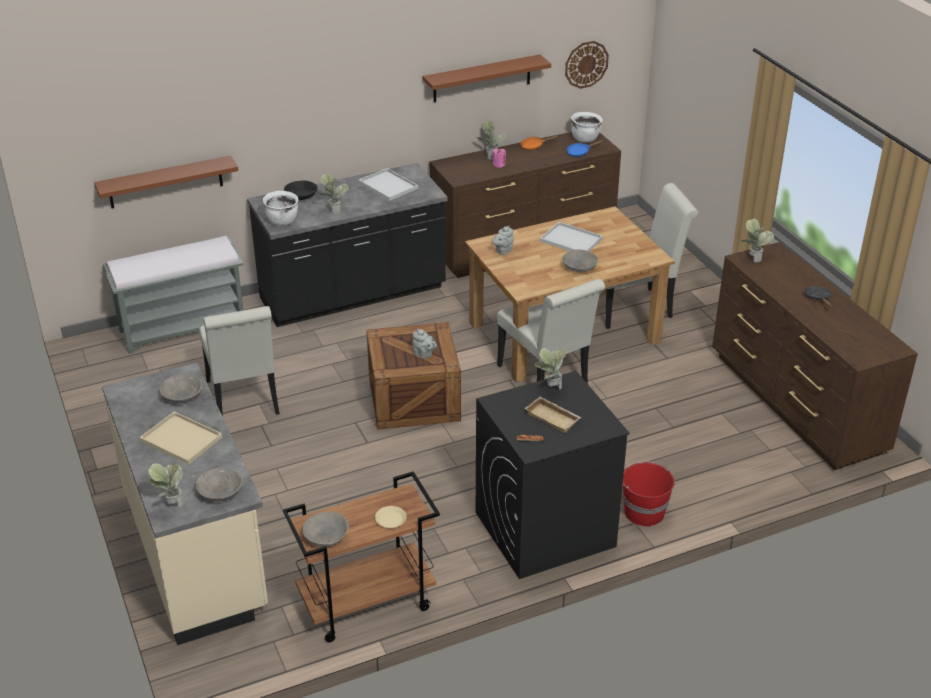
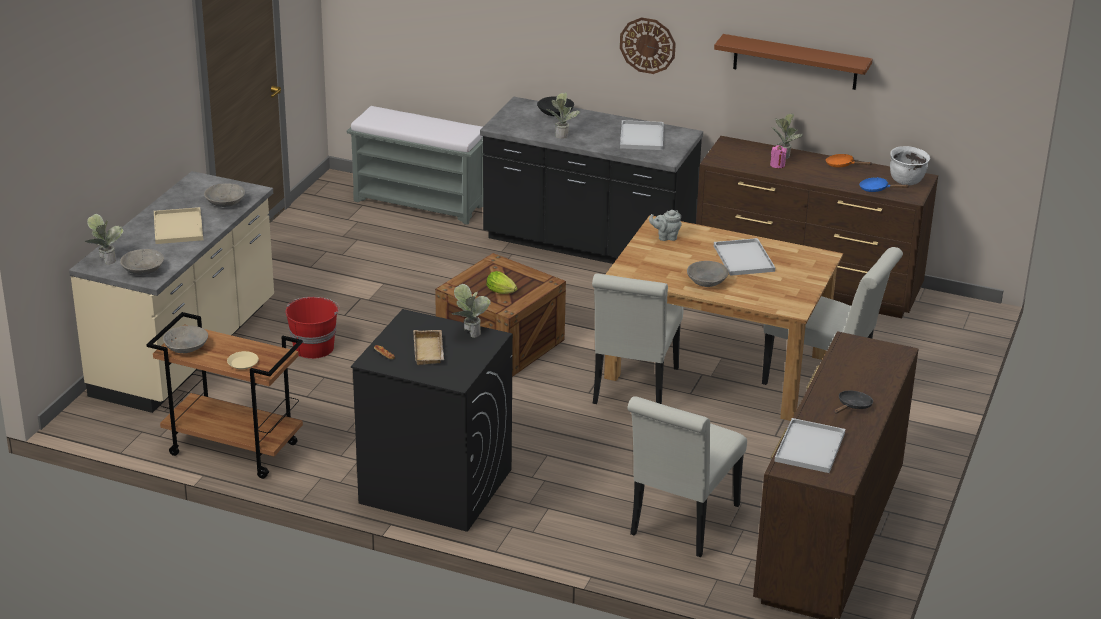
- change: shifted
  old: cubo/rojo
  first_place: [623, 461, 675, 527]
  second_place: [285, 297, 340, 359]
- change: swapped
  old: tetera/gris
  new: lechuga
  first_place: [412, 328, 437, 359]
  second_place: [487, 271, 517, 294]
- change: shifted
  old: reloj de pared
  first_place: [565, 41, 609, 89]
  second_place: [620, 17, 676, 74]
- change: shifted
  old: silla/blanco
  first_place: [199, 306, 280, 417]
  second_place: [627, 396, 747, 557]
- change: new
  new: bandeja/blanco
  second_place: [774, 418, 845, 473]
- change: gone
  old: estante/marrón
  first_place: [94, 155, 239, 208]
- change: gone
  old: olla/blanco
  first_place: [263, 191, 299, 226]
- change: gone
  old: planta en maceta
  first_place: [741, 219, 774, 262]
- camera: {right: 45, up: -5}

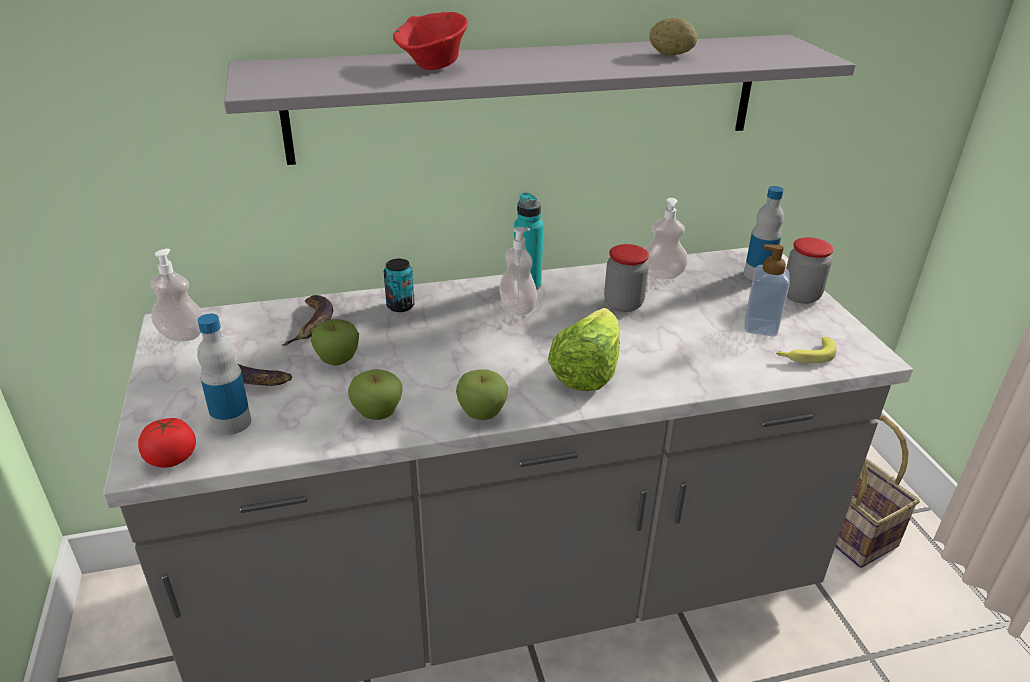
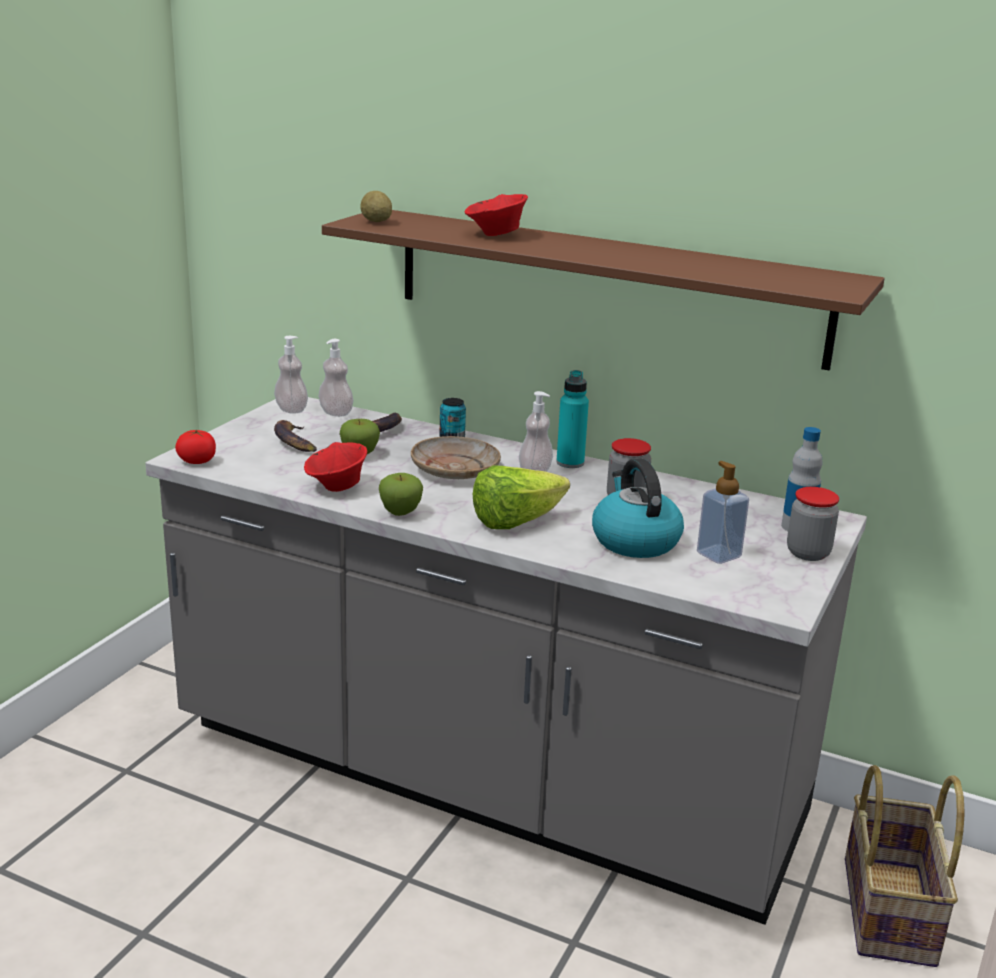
- change: swapped
  old: manzana
  new: cuenco/rojo
  first_place: [348, 369, 403, 420]
  second_place: [304, 442, 367, 492]
- change: shifted
  old: dispensador de jabón
  first_place: [644, 198, 688, 279]
  second_place: [318, 339, 354, 417]
- change: repainted
  old: estante/gris
  new: estante/marrón
  first_place: [224, 35, 855, 165]
  second_place: [322, 210, 885, 371]
- change: shifted
  old: patata
  first_place: [649, 18, 697, 55]
  second_place: [360, 191, 392, 222]
- change: new
  new: plato/beis
  second_place: [411, 436, 501, 479]
- change: new
  new: hervidor
  second_place: [592, 458, 684, 558]
- change: gone
  old: botella
  first_place: [197, 313, 251, 435]
- change: gone
  old: plátano
  first_place: [776, 337, 837, 363]
- camera: {right: 40, up: -10}

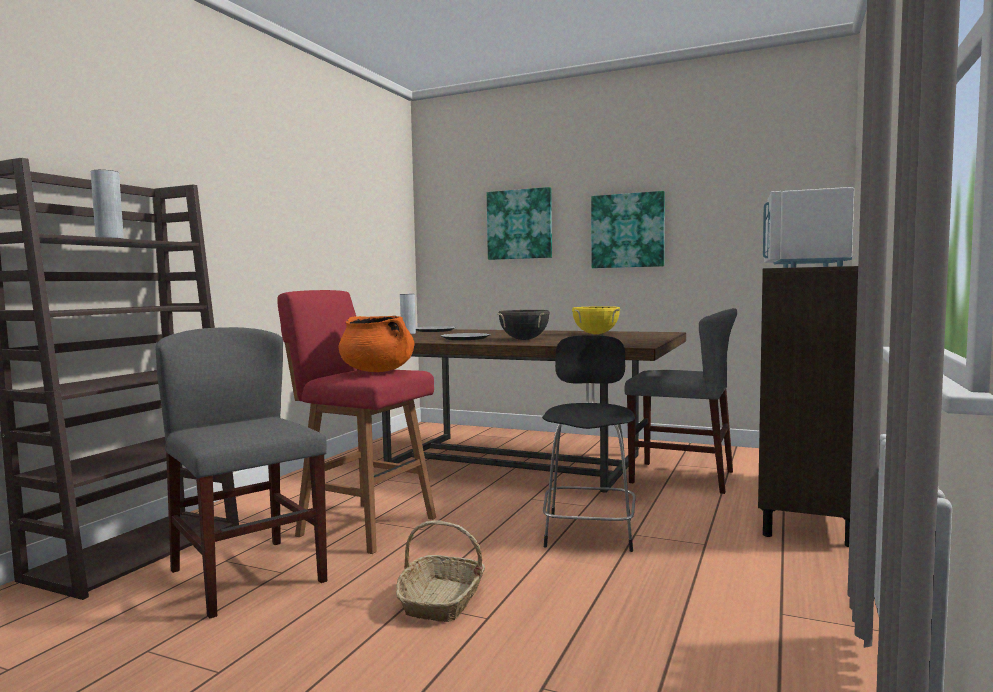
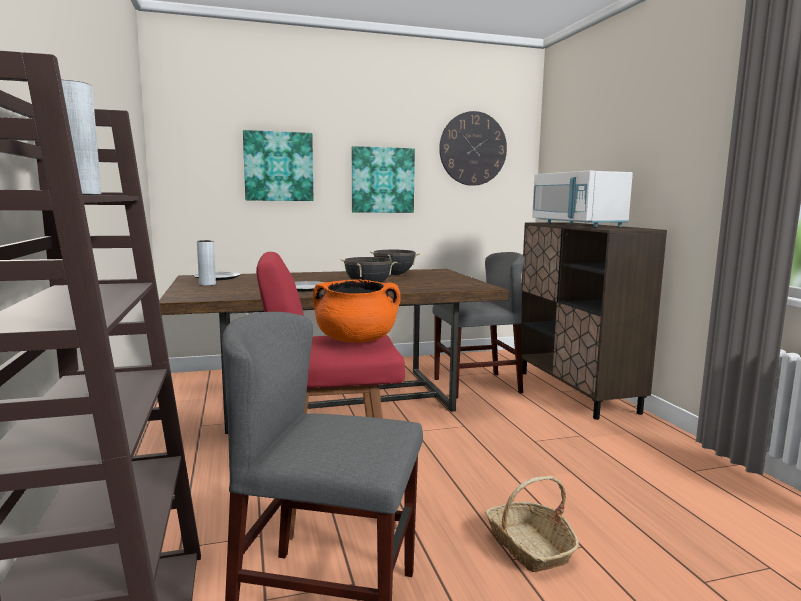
- change: repainted
  old: olla/amarillo
  new: olla/negro
  first_place: [572, 306, 620, 334]
  second_place: [369, 250, 420, 275]
- change: new
  new: reloj de pared
  second_place: [439, 111, 507, 186]
- change: gone
  old: taburete/negro
  first_place: [542, 335, 636, 552]
- camera: {right: -40, up: 5}

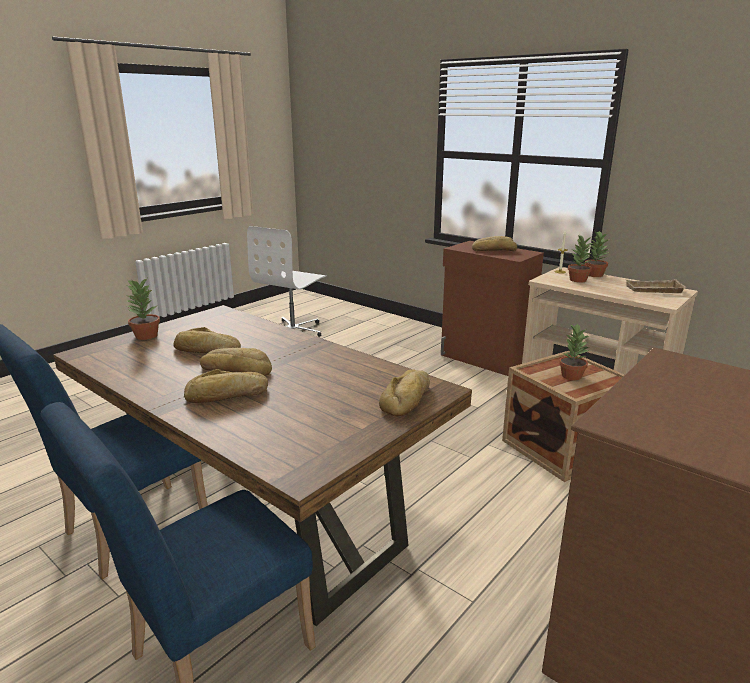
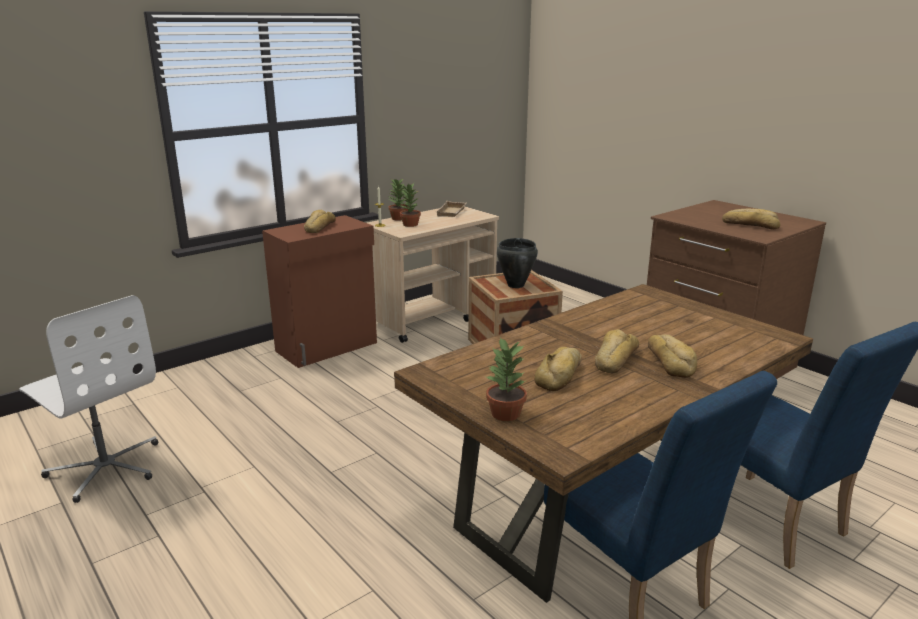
- change: swapped
  old: planta en maceta
  new: olla/negro
  first_place: [559, 323, 589, 380]
  second_place: [497, 238, 538, 288]
- change: shifted
  old: pan
  first_place: [379, 369, 430, 417]
  second_place: [722, 208, 781, 230]
- camera: {right: -80, up: 0}

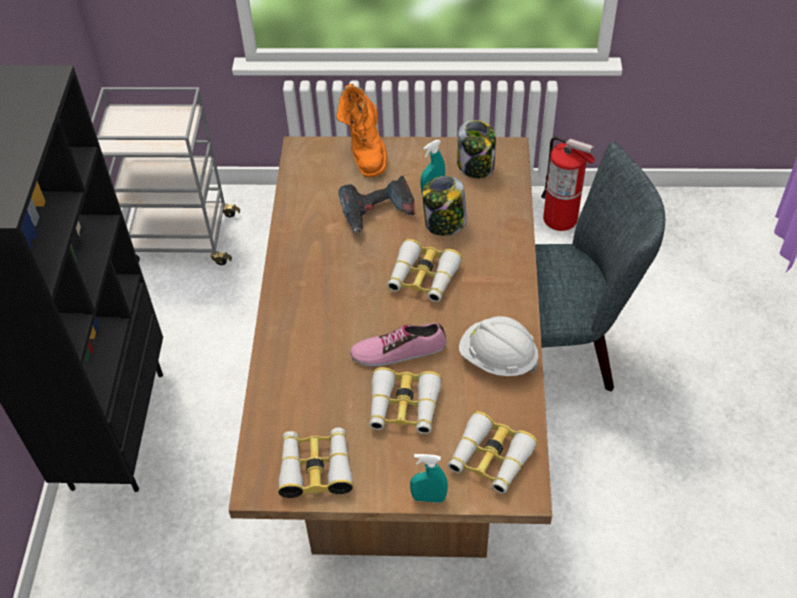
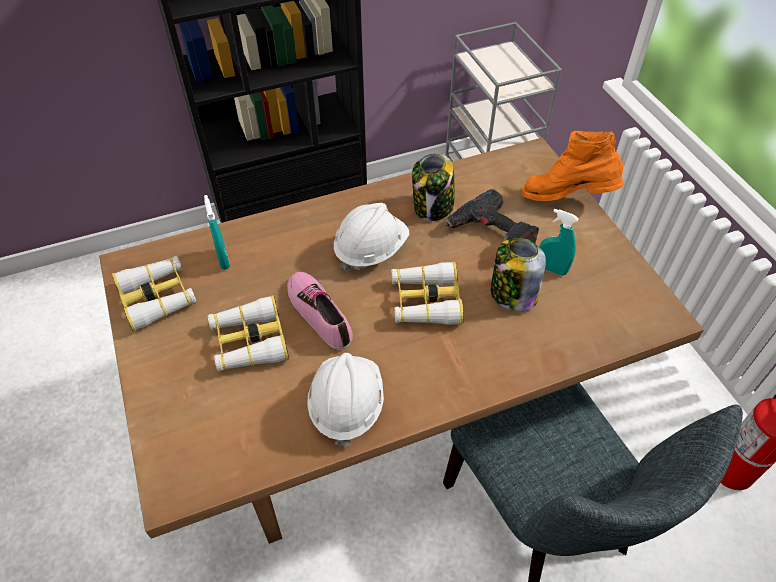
- change: shifted
  old: pulverizador/turquesa
  first_place: [410, 454, 448, 503]
  second_place: [204, 195, 230, 270]
- change: new
  new: casco/blanco
  second_place: [334, 203, 409, 273]
- change: shifted
  old: tarro
  first_place: [457, 120, 496, 178]
  second_place: [412, 153, 455, 221]
- change: rotated
  old: bota/naranja
  first_place: [336, 84, 387, 178]
  second_place: [522, 131, 624, 201]
  degrees: 45
- change: gone
  old: prismáticos
  first_place: [448, 411, 538, 494]
- camera: {right: 65, up: 0}

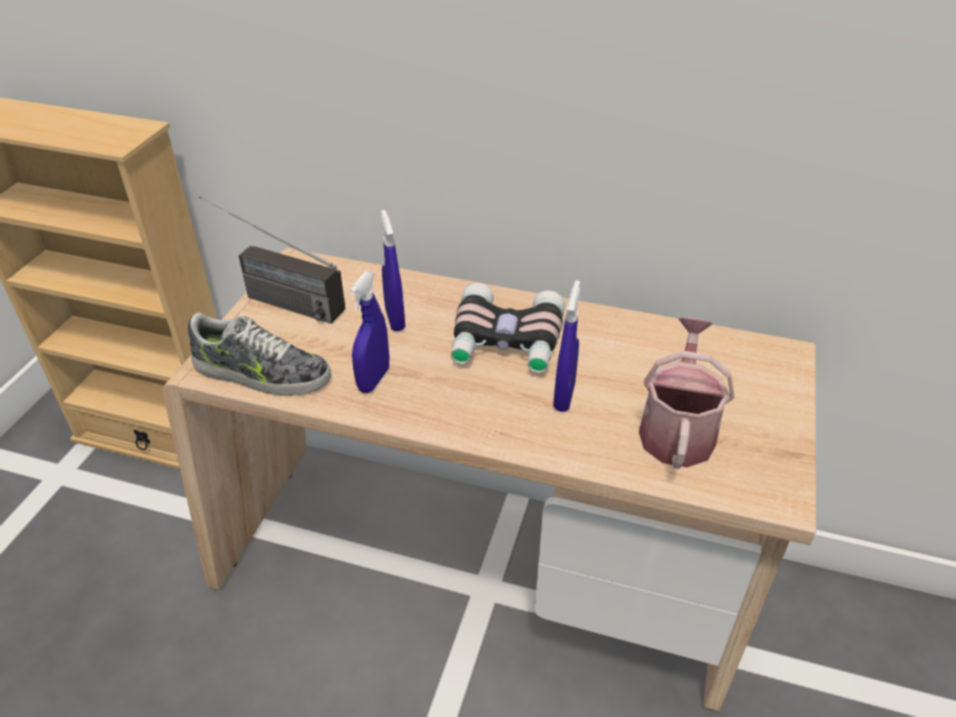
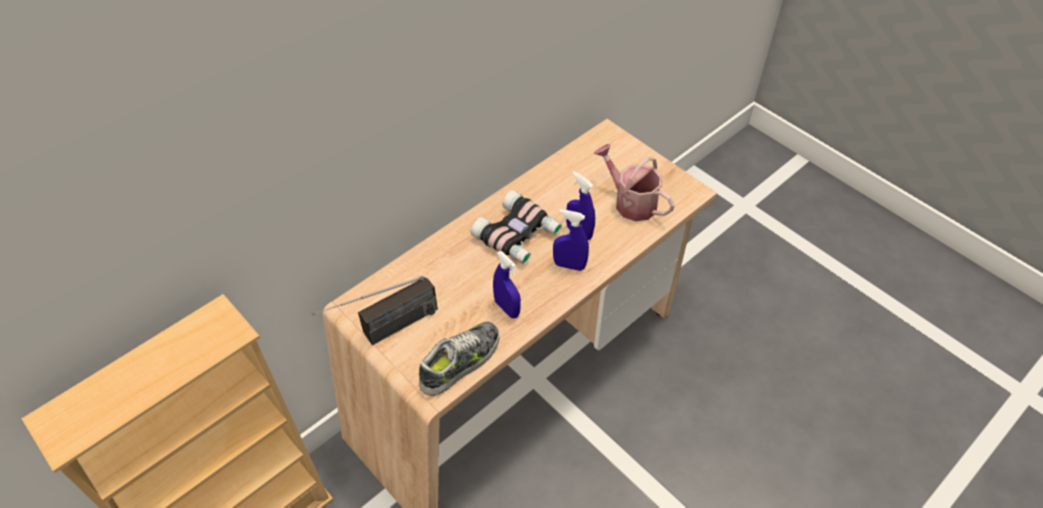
- change: shifted
  old: pulverizador/azul
  first_place: [381, 210, 405, 331]
  second_place: [553, 209, 589, 271]
- camera: {right: -60, up: 10}

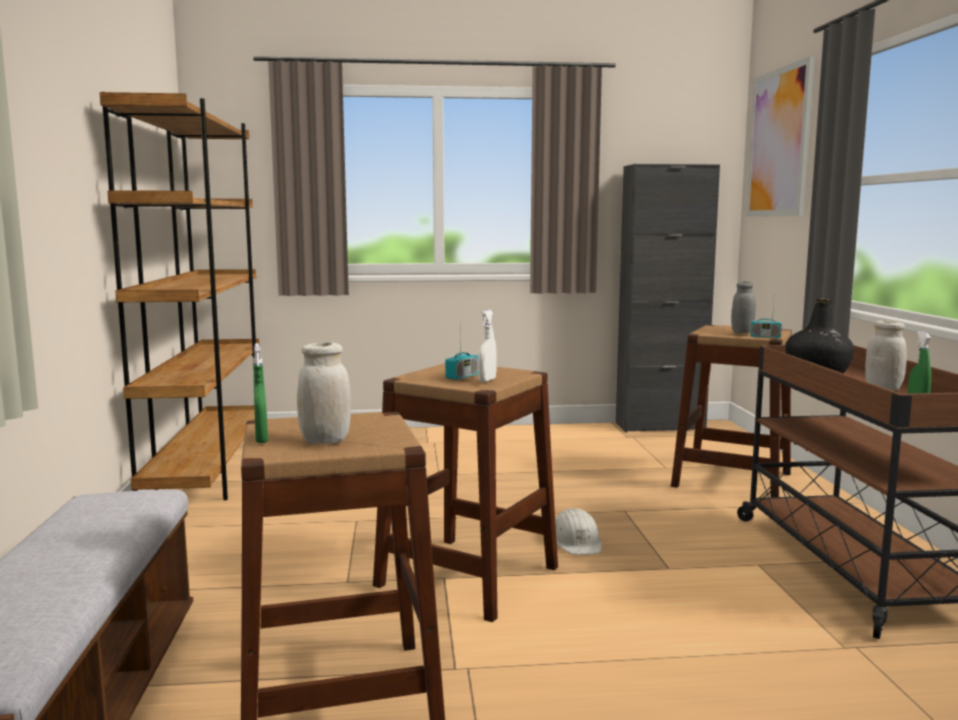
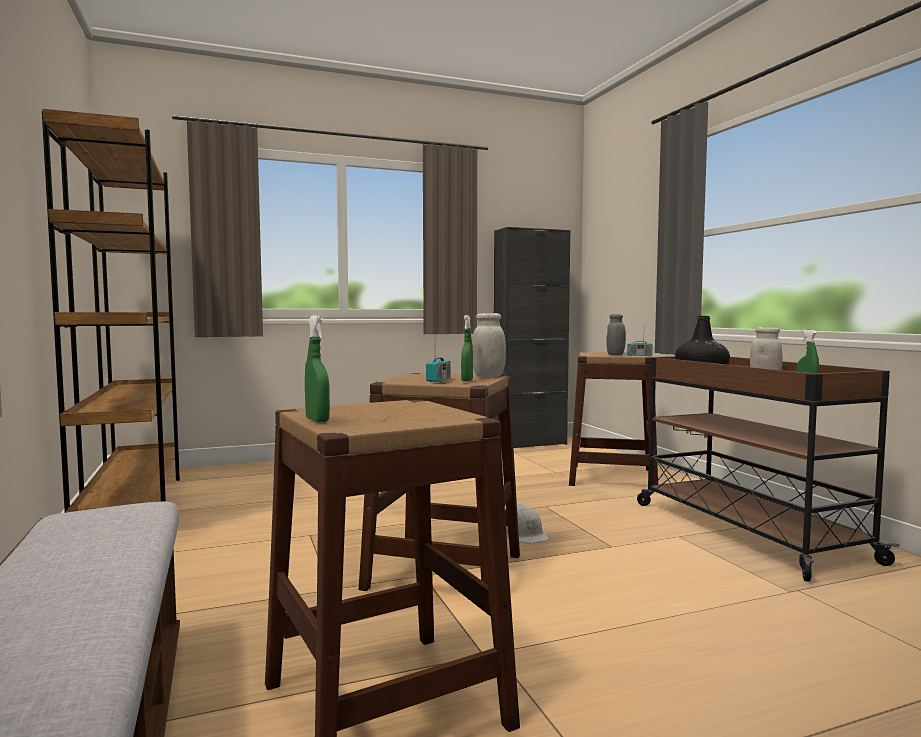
- change: repainted
  old: pulverizador/blanco
  new: pulverizador/verde
  first_place: [478, 310, 497, 382]
  second_place: [461, 315, 473, 381]
- change: shifted
  old: tarro/blanco
  first_place: [297, 342, 351, 444]
  second_place: [472, 313, 506, 377]
- change: gone
  old: cuadro
  first_place: [746, 56, 815, 216]
- camera: {right: -15, up: -5}

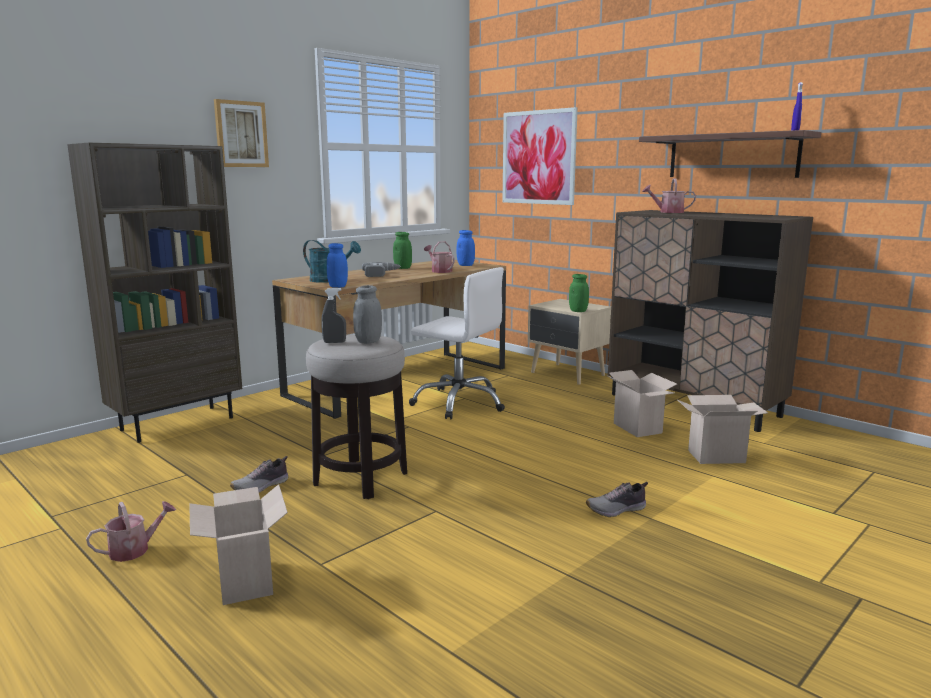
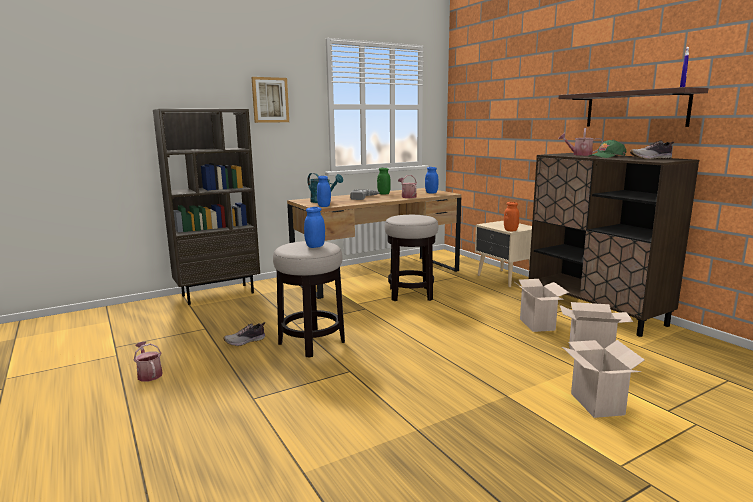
- change: rotated
  old: regadera
  first_place: [86, 501, 176, 562]
  second_place: [134, 342, 163, 382]
  degrees: -105
- change: repainted
  old: tarro/gris
  new: tarro/azul
  first_place: [353, 285, 382, 344]
  second_place: [304, 207, 325, 248]
- change: swapped
  old: silla de oficina/blanco
  new: taburete
  first_place: [409, 267, 505, 419]
  second_place: [385, 215, 438, 301]
- change: repainted
  old: tarro/verde
  new: tarro/naranja
  first_place: [569, 274, 589, 312]
  second_place: [504, 202, 519, 231]
- change: shifted
  old: caja de cartón
  first_place: [189, 484, 288, 605]
  second_place: [562, 340, 645, 418]
- change: new
  new: gorra/verde
  second_place: [588, 140, 626, 158]
- change: shifted
  old: zapato
  first_place: [586, 482, 648, 517]
  second_place: [630, 140, 674, 159]
- change: gone
  old: pulverizador/gris
  first_place: [321, 288, 346, 343]
- change: gone
  old: cuadro
  first_place: [502, 107, 578, 205]
- camera: {right: 15, up: 0}

